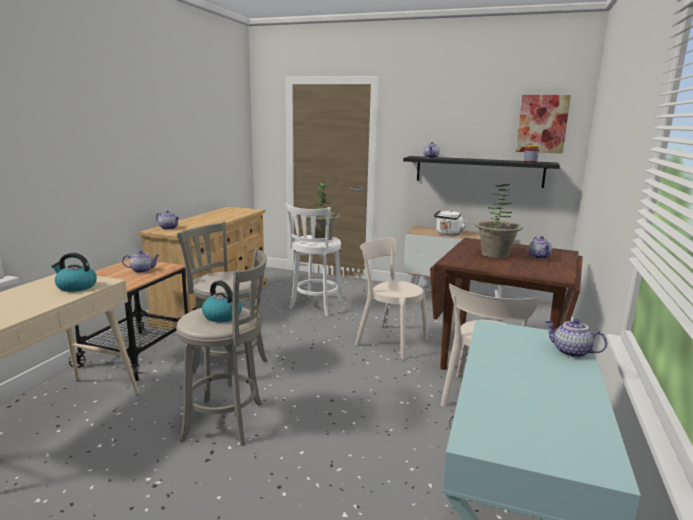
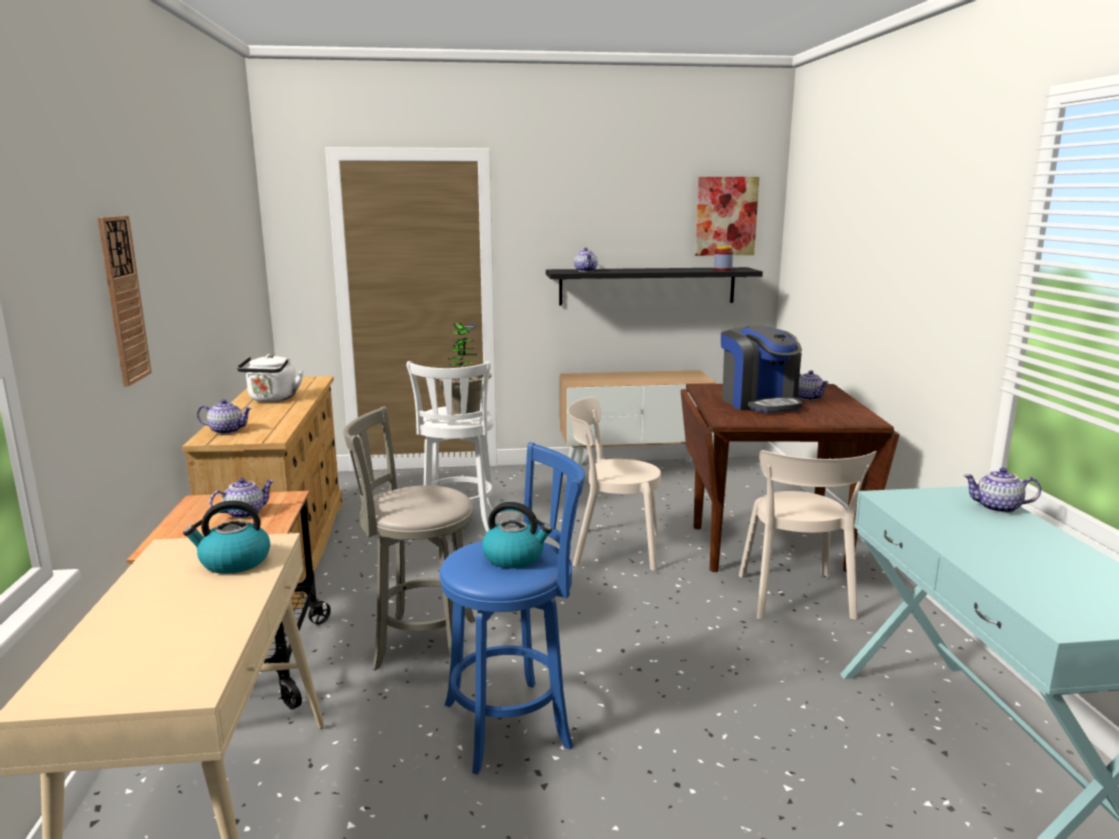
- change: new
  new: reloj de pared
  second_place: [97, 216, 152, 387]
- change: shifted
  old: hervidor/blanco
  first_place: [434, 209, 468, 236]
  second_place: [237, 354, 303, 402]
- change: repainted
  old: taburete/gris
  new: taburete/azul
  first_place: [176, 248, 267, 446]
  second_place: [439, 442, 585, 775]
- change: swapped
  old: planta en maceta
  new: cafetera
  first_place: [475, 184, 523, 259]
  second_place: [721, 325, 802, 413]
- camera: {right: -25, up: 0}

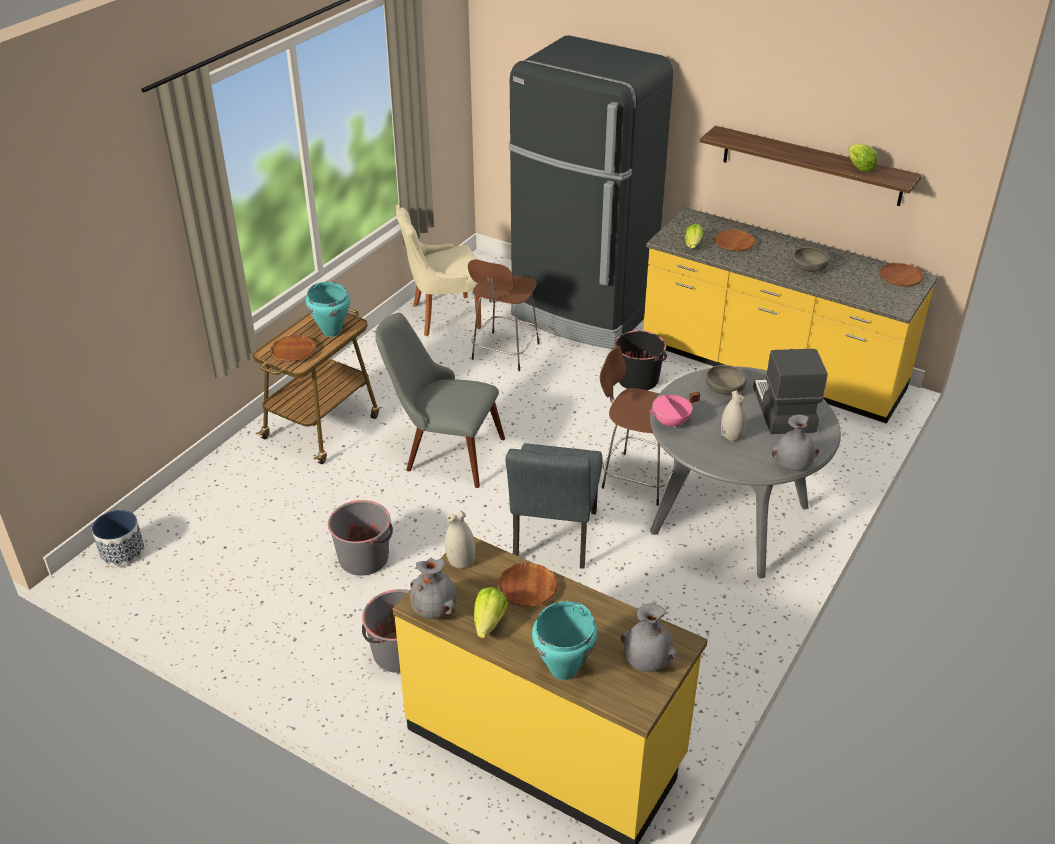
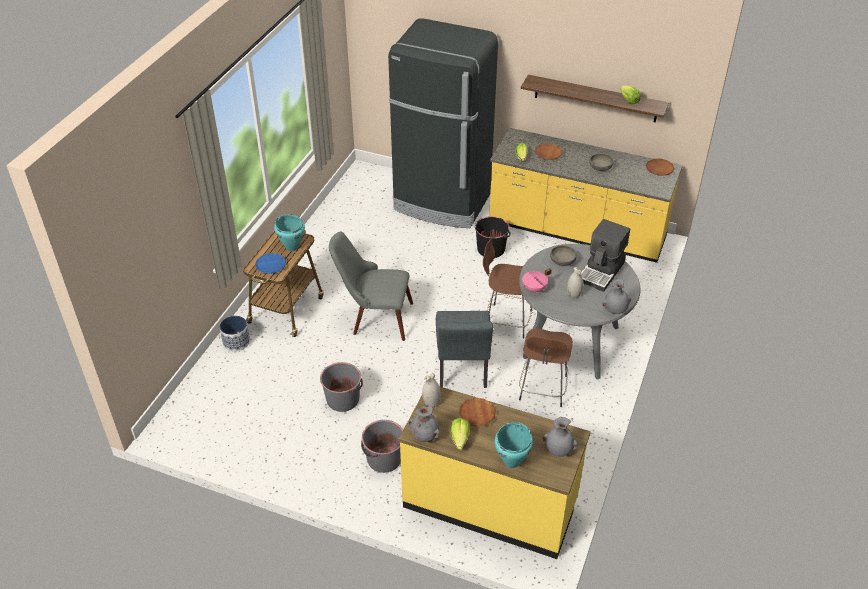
- change: shifted
  old: maceta
  first_place: [92, 510, 145, 567]
  second_place: [219, 316, 250, 351]
- change: repainted
  old: plato/marrón
  new: plato/azul
  first_place: [270, 335, 316, 362]
  second_place: [255, 253, 286, 274]
- change: shifted
  old: taburete/marrón
  first_place: [468, 260, 540, 371]
  second_place: [519, 329, 573, 407]
- change: rotated
  old: cafetera
  first_place: [753, 349, 828, 434]
  second_place: [581, 219, 630, 292]
  degrees: -135
- change: gone
  old: silla/beis
  first_place: [396, 204, 481, 336]
- camera: {right: -10, up: 5}

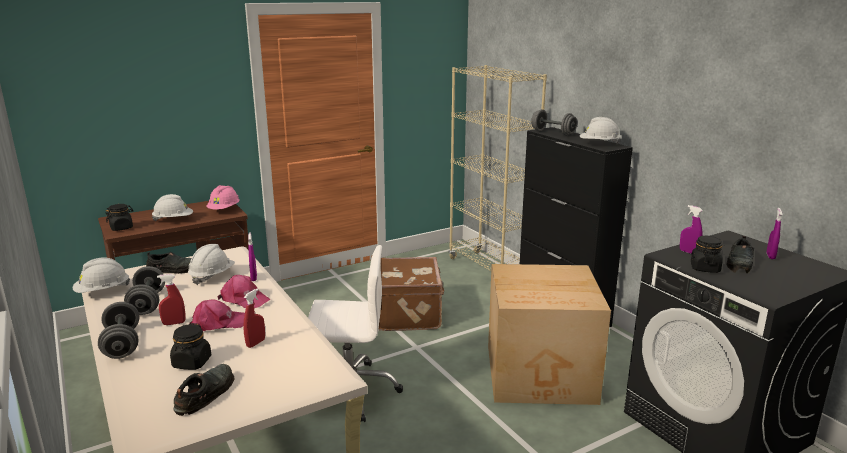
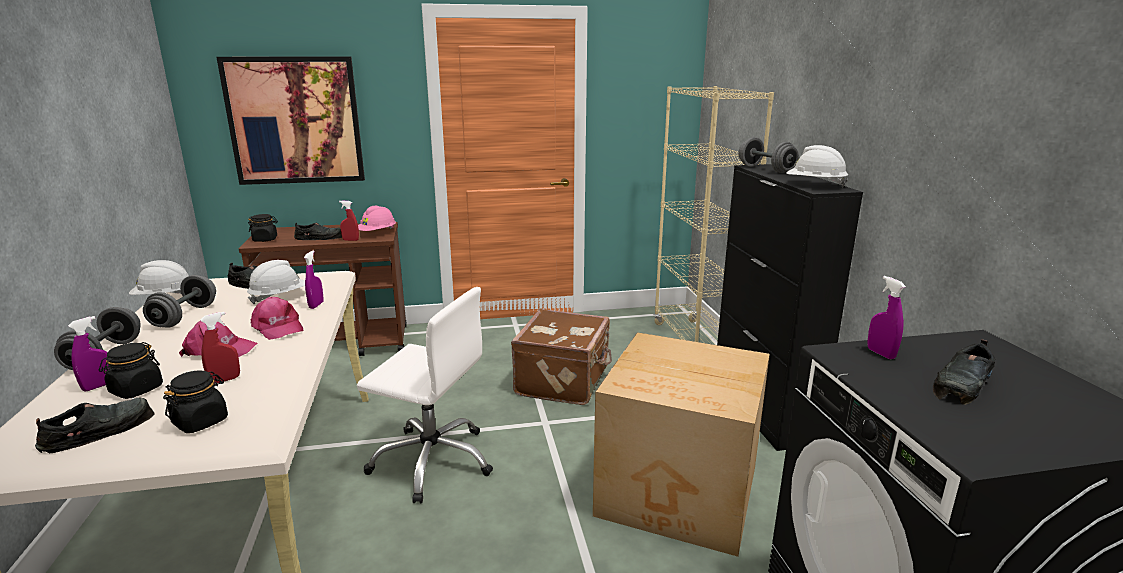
- change: shifted
  old: pulverizador/morado
  first_place: [767, 208, 783, 259]
  second_place: [68, 316, 110, 392]
- change: shifted
  old: tarro/negro
  first_place: [691, 236, 723, 273]
  second_place: [163, 370, 228, 433]
- change: new
  new: cuadro
  second_place: [217, 57, 365, 185]
- change: swapped
  old: casco/blanco
  new: zapato/negro
  first_place: [152, 194, 193, 221]
  second_place: [294, 223, 342, 240]
- change: shifted
  old: pulverizador/rojo
  first_place: [157, 274, 185, 325]
  second_place: [339, 201, 359, 241]
- camera: {right: 20, up: 0}

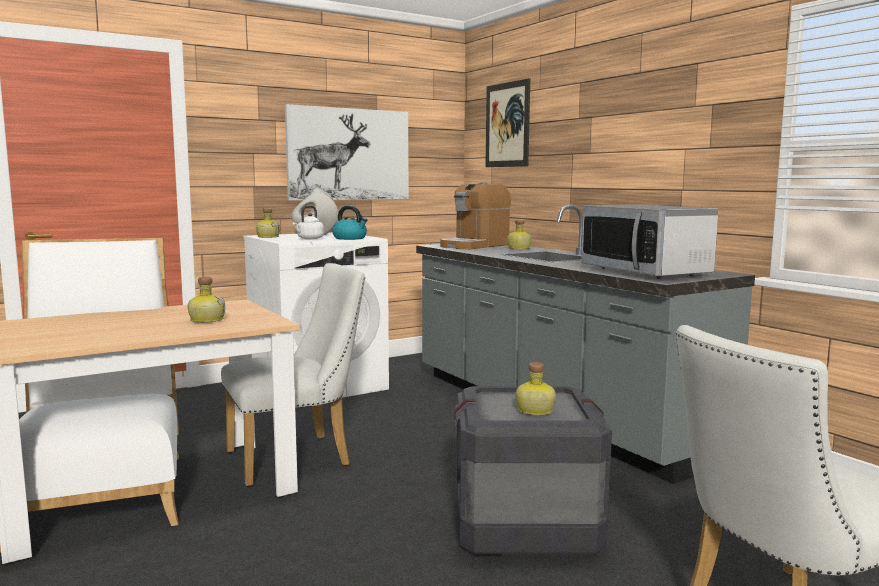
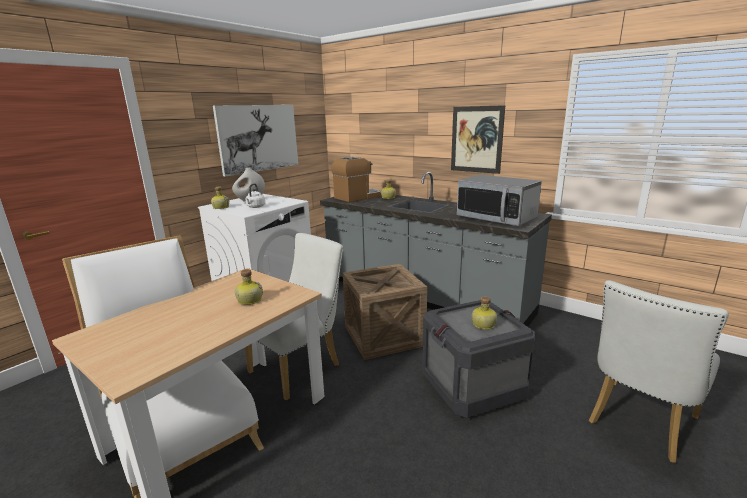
- change: rotated
  old: cafetera
  first_place: [440, 182, 511, 249]
  second_place: [331, 157, 381, 202]
  degrees: -150
- change: new
  new: caja de embalaje
  second_place: [343, 264, 427, 360]
- change: shifted
  old: cuadro
  first_place: [485, 78, 530, 167]
  second_place: [451, 105, 505, 174]
- change: gone
  old: hervidor
  first_place: [332, 206, 368, 240]
- camera: {right: -20, up: 10}

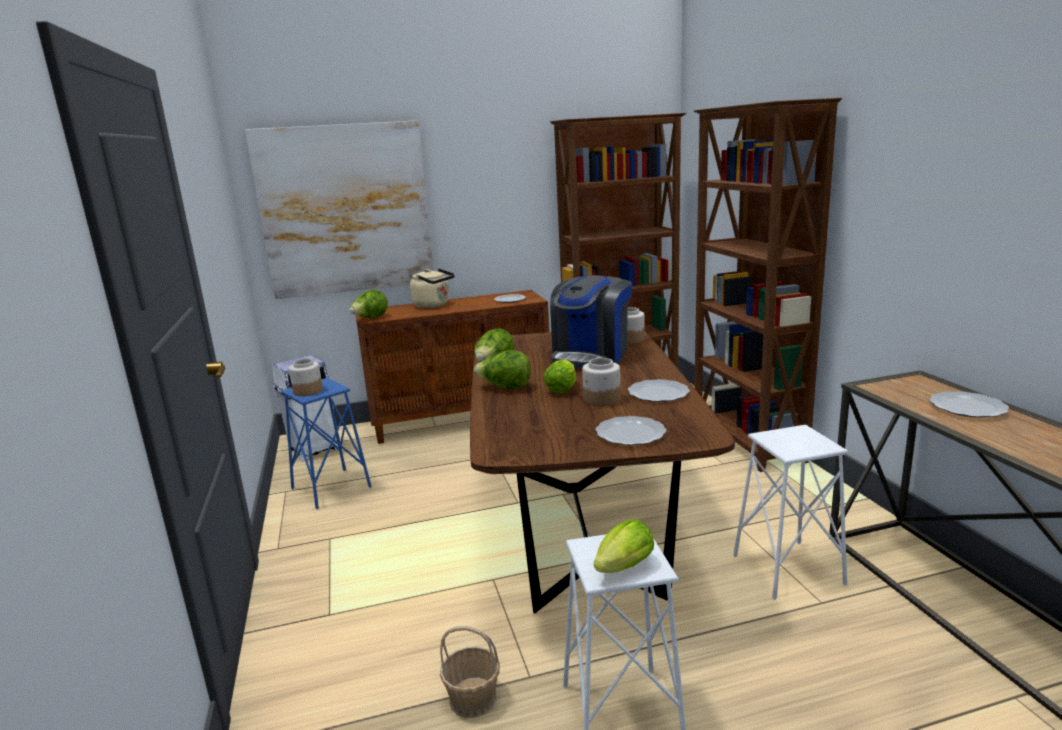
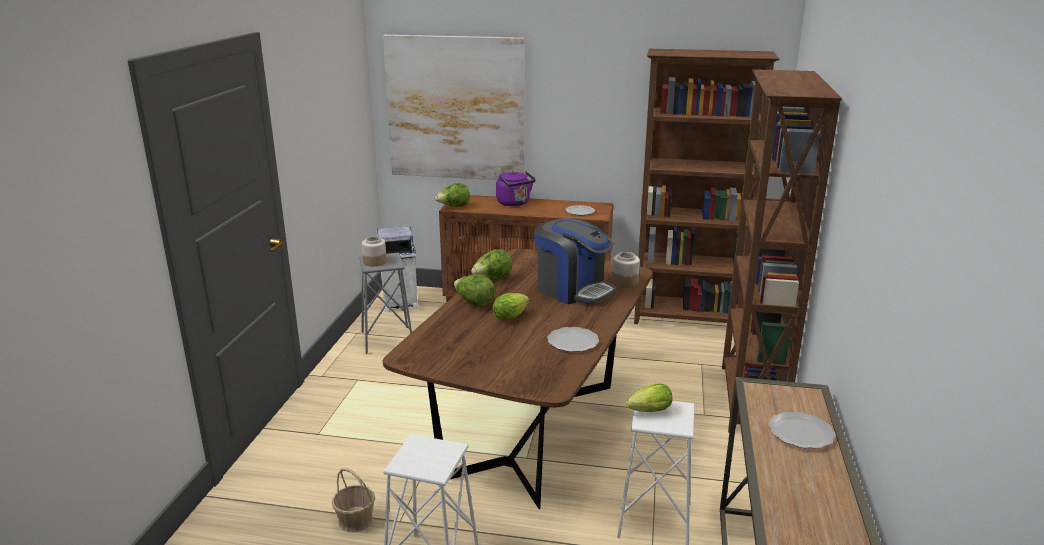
- change: repainted
  old: taburete/azul
  new: taburete/gris
  first_place: [281, 378, 372, 509]
  second_place: [359, 253, 412, 354]
- change: repainted
  old: hervidor/beis
  new: hervidor/morado
  first_place: [410, 268, 455, 308]
  second_place: [496, 171, 536, 206]
- change: rotated
  old: cafetera
  first_place: [550, 275, 632, 368]
  second_place: [534, 218, 616, 304]
  degrees: -105
- change: shifted
  old: lechuga
  first_place: [594, 519, 654, 573]
  second_place: [626, 383, 672, 412]
- change: gone
  old: tarro
  first_place: [582, 358, 620, 406]
- change: gone
  old: plato
  first_place: [596, 416, 666, 445]
- camera: {right: 25, up: 5}

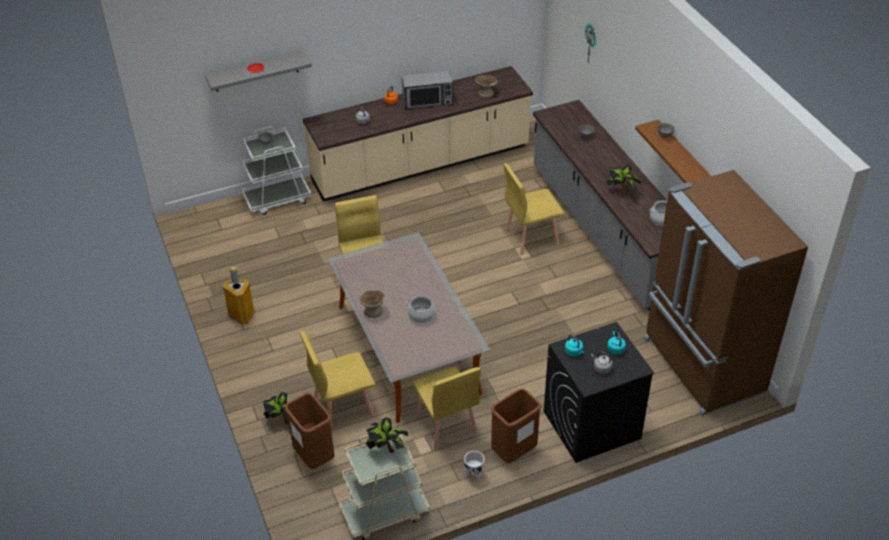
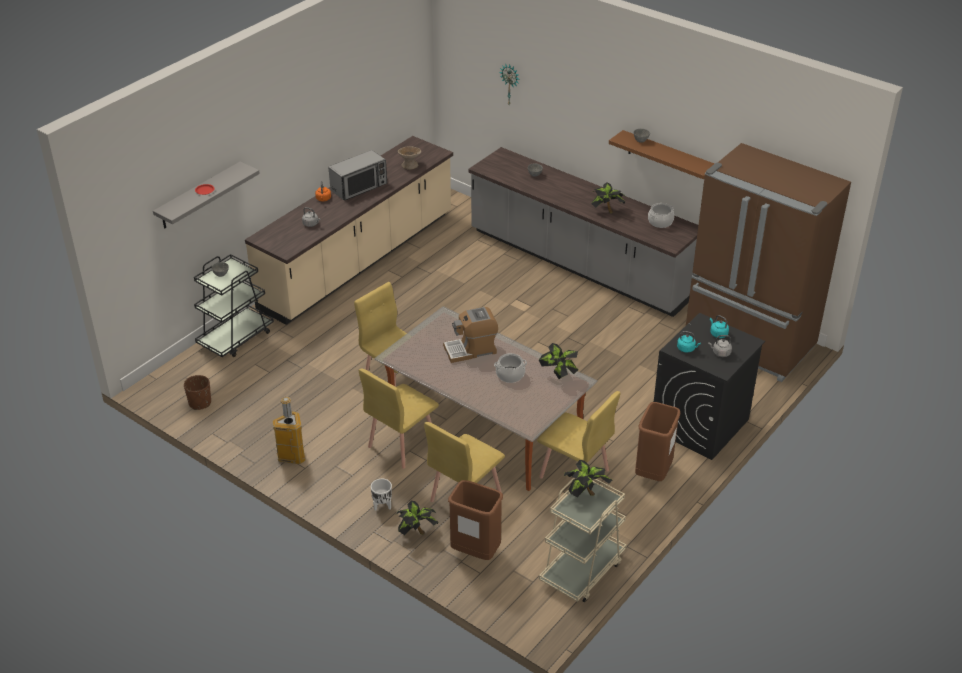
- change: new
  new: maceta/marrón
  second_place: [184, 375, 211, 410]
- change: repainted
  old: carrito/blanco
  new: carrito/negro
  first_place: [242, 126, 311, 215]
  second_place: [194, 254, 274, 357]
- change: shifted
  old: silla/amarillo
  first_place: [503, 163, 565, 255]
  second_place: [359, 369, 439, 469]
- change: shifted
  old: maceta/blanco
  first_place: [464, 451, 485, 482]
  second_place: [371, 479, 392, 511]
- change: new
  new: cafetera
  second_place: [443, 307, 498, 363]
- change: new
  new: planta en maceta
  second_place: [539, 343, 578, 379]
- change: gone
  old: cuenco/beis
  first_place: [359, 290, 386, 318]
- camera: {right: -30, up: -5}

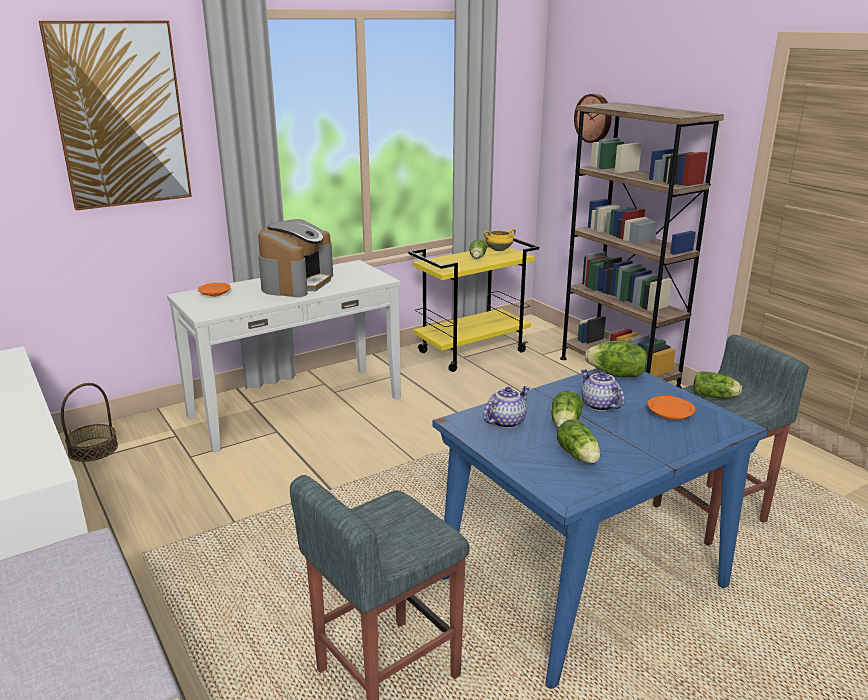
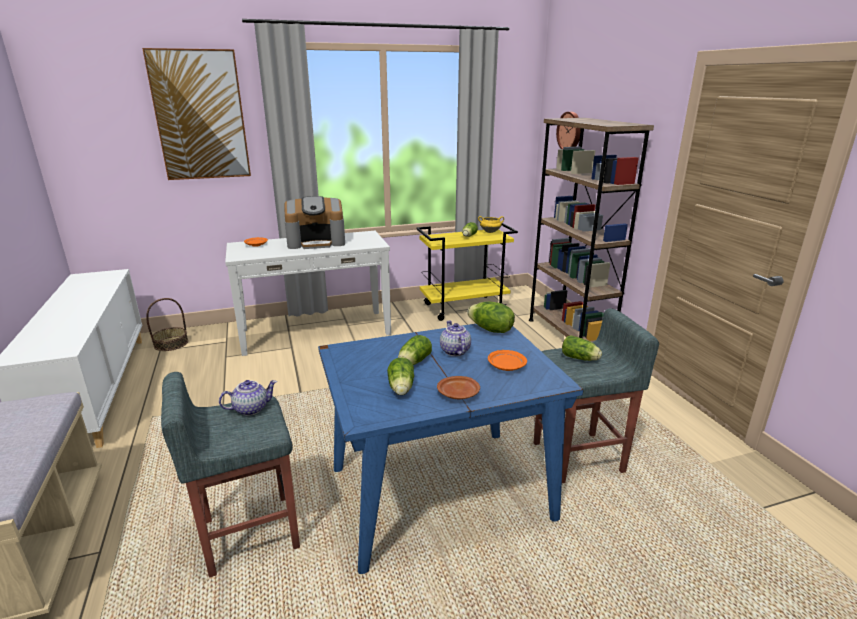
- change: shifted
  old: tetera
  first_place: [483, 386, 530, 428]
  second_place: [219, 380, 277, 416]
- change: rotated
  old: cafetera
  first_place: [258, 219, 333, 297]
  second_place: [284, 196, 345, 249]
  degrees: 45
- change: new
  new: plato/marrón
  second_place: [437, 376, 480, 399]
- camera: {right: 15, up: 0}

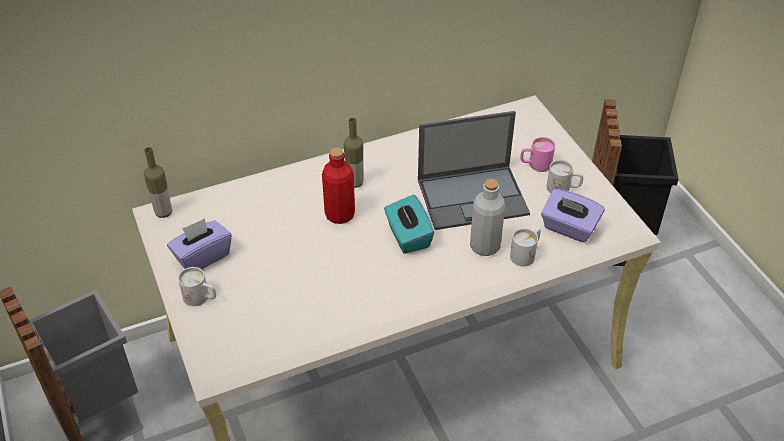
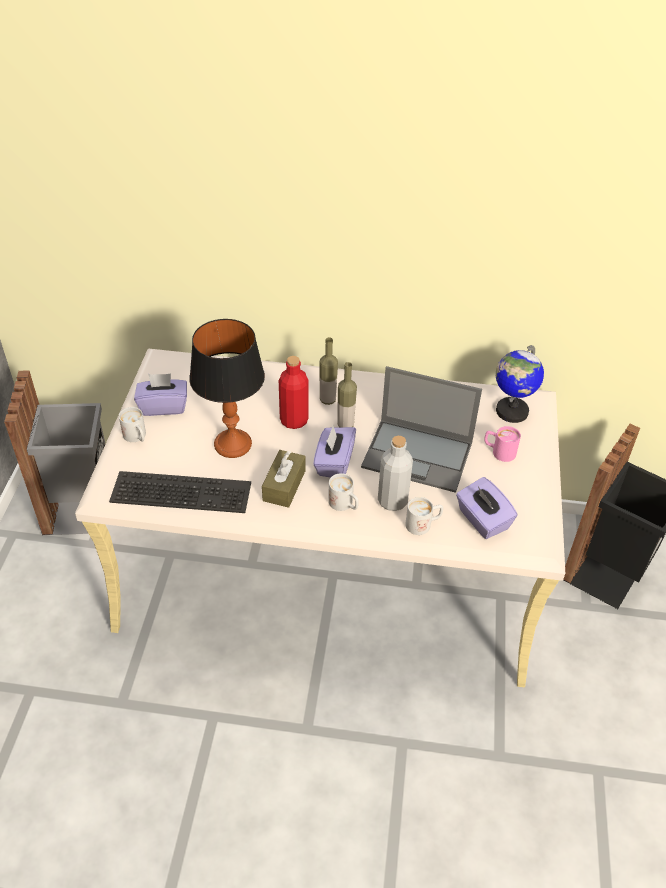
- change: new
  new: teclado
  second_place: [109, 471, 251, 513]
- change: new
  new: lámpara de mesa
  second_place: [189, 319, 265, 458]
- change: new
  new: caja de pañuelos/marrón
  second_place: [262, 450, 305, 508]
- change: repainted
  old: caja de pañuelos/turquesa
  new: caja de pañuelos/morado
  first_place: [384, 195, 434, 254]
  second_place: [313, 426, 356, 478]
- change: shifted
  old: taza grande/blanco
  first_place: [547, 160, 583, 193]
  second_place: [328, 473, 359, 511]
- change: shifted
  old: botella
  first_place: [144, 147, 172, 218]
  second_place: [338, 362, 357, 427]
- change: new
  new: globo terráqueo
  second_place: [496, 345, 544, 423]
- camera: {right: 30, up: 0}

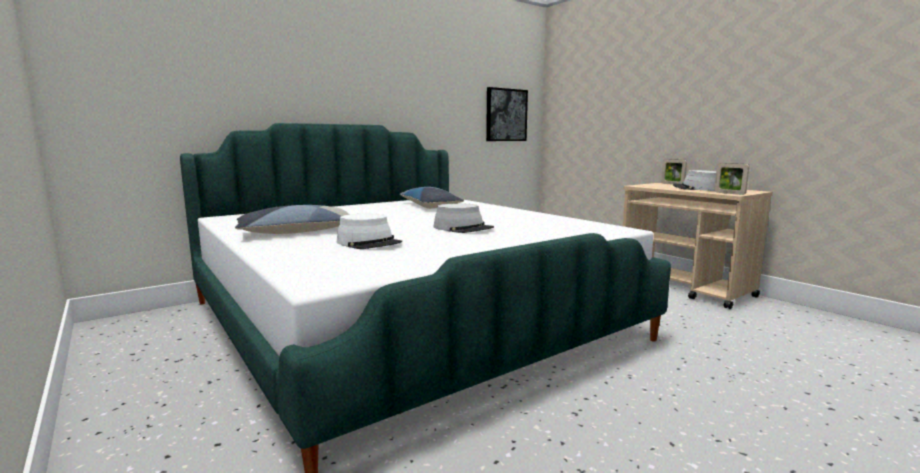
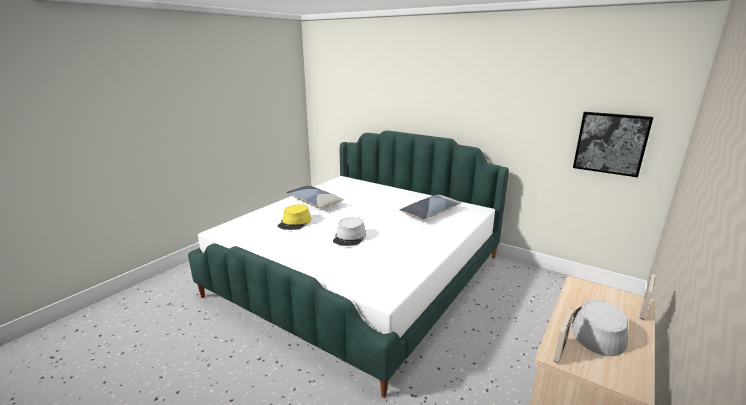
- change: repainted
  old: sombrero/blanco
  new: sombrero/amarillo
  first_place: [337, 214, 402, 249]
  second_place: [278, 204, 311, 230]
- camera: {right: 70, up: 10}

